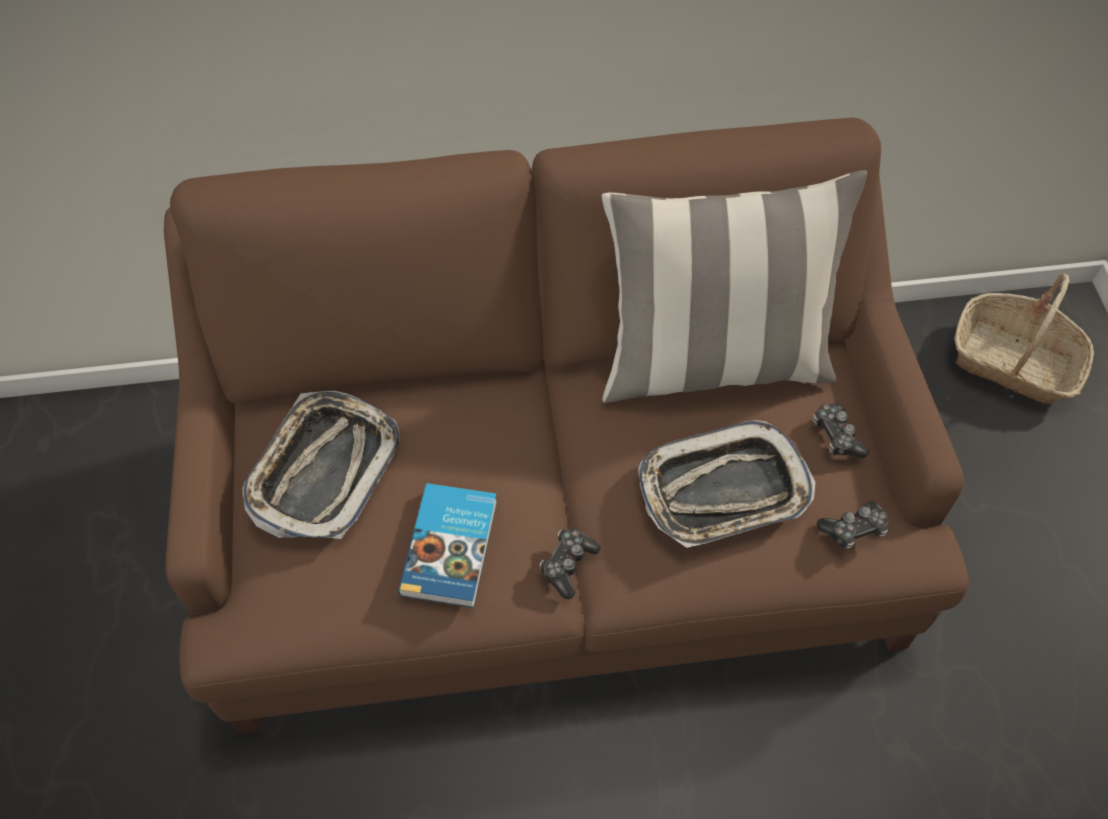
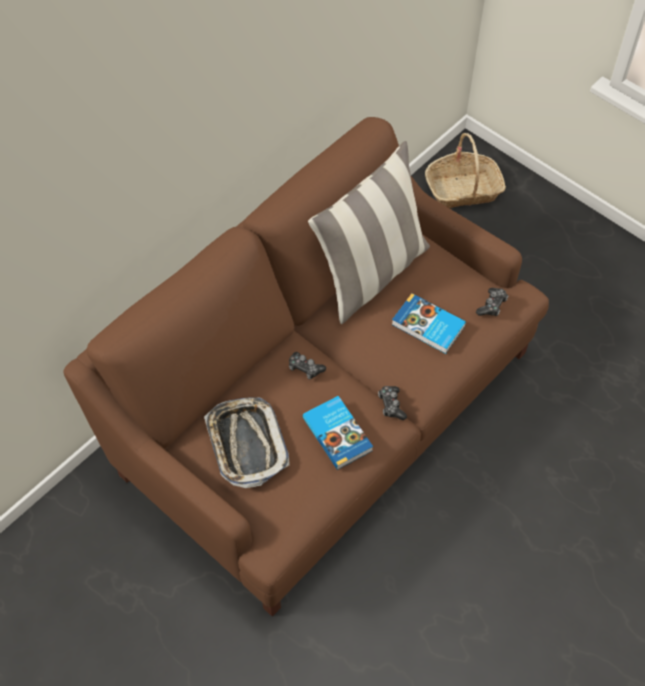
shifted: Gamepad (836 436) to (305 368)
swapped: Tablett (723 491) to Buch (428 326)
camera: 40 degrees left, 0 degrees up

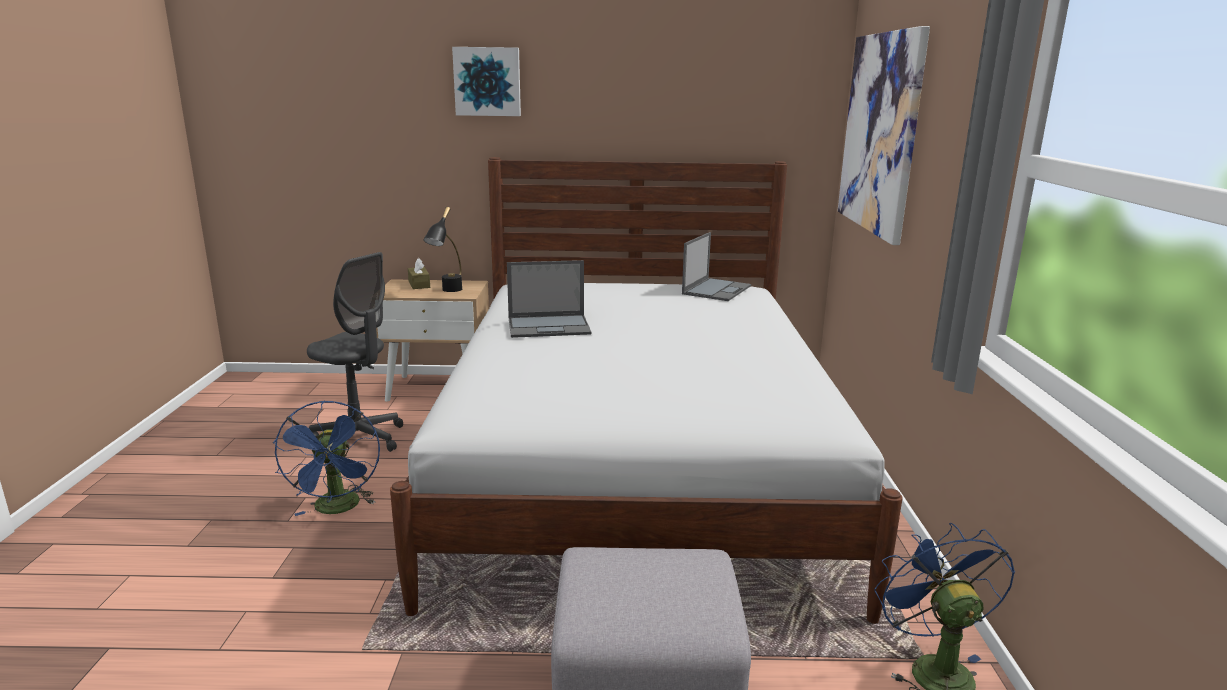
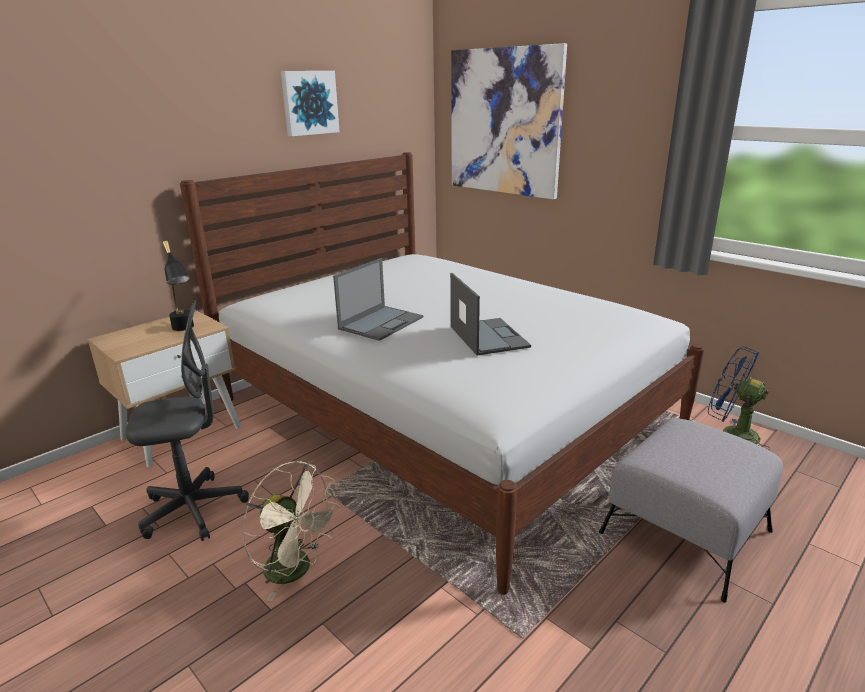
gone: Taschentuchbox (braun) (419 284)
shifted: Bild (487 81) to (309 103); Laptop (716 289) to (488 336)
repainted: Ventilator (blau) (338 509) to Ventilator (beige) (296 570)
camera: 45 degrees left, 5 degrees up

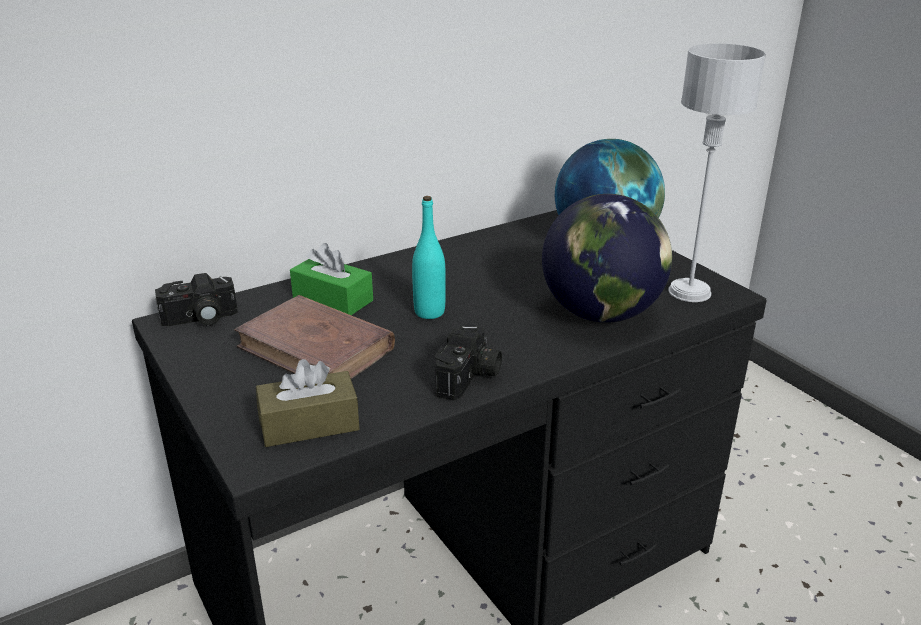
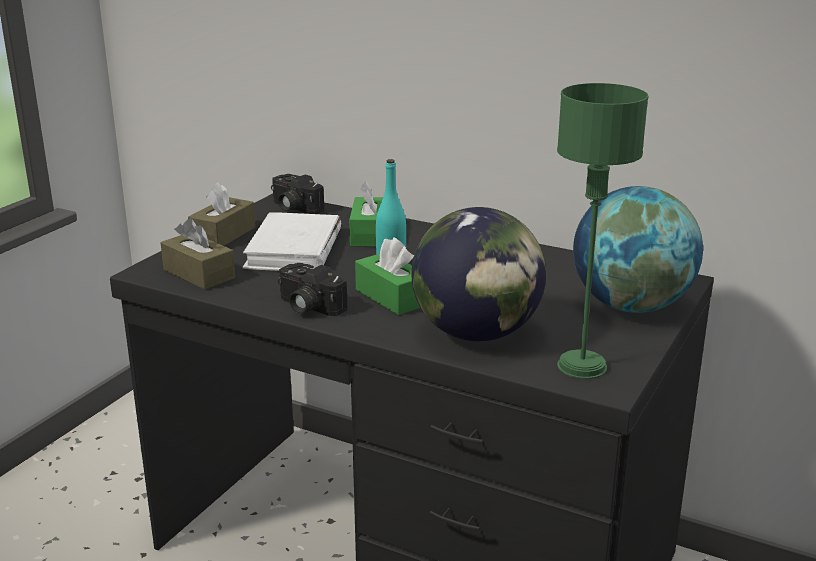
new: Taschentuchbox (braun) (223 235); Taschentuchbox (grün) (392 297)
repainted: Buch (braun) (316 348) to Buch (weiß) (294 249); Tischlampe (grau) (688 291) to Tischlampe (grün) (582 366)
rotated: Kamera (469 378) = (307 307) 45 degrees clockwise
camera: 60 degrees right, 5 degrees down

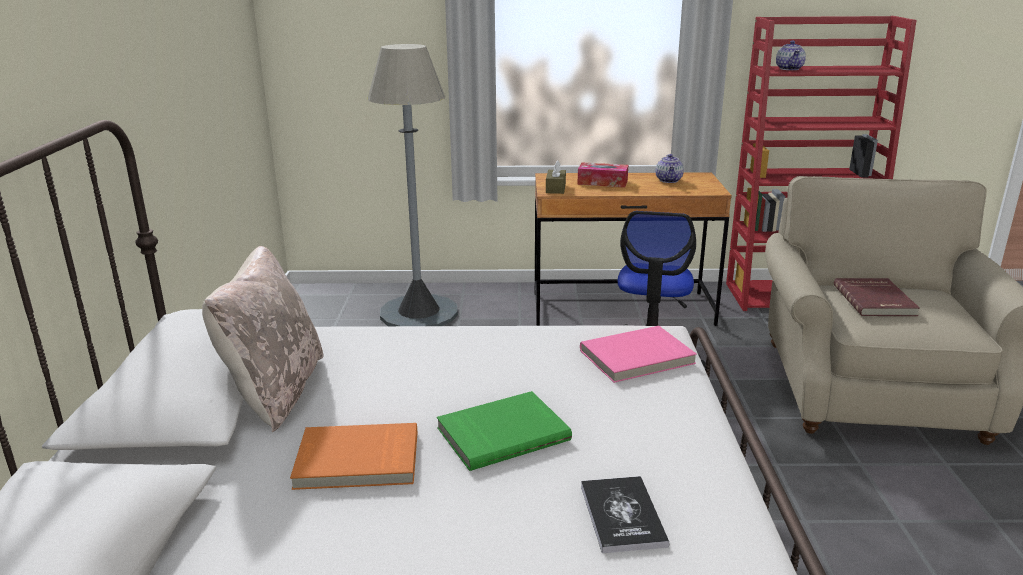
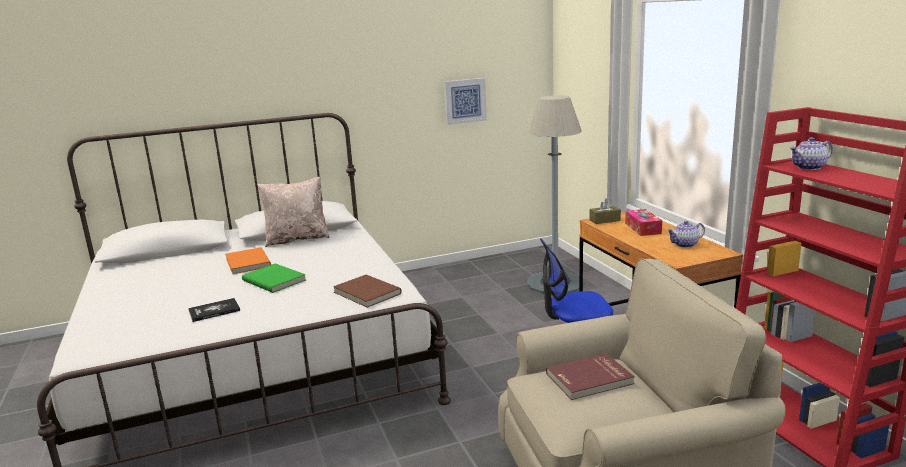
new: Bild (465 101)
repainted: Buch (rosa) (638 358) to Buch (braun) (366 293)
camera: 70 degrees right, 5 degrees down

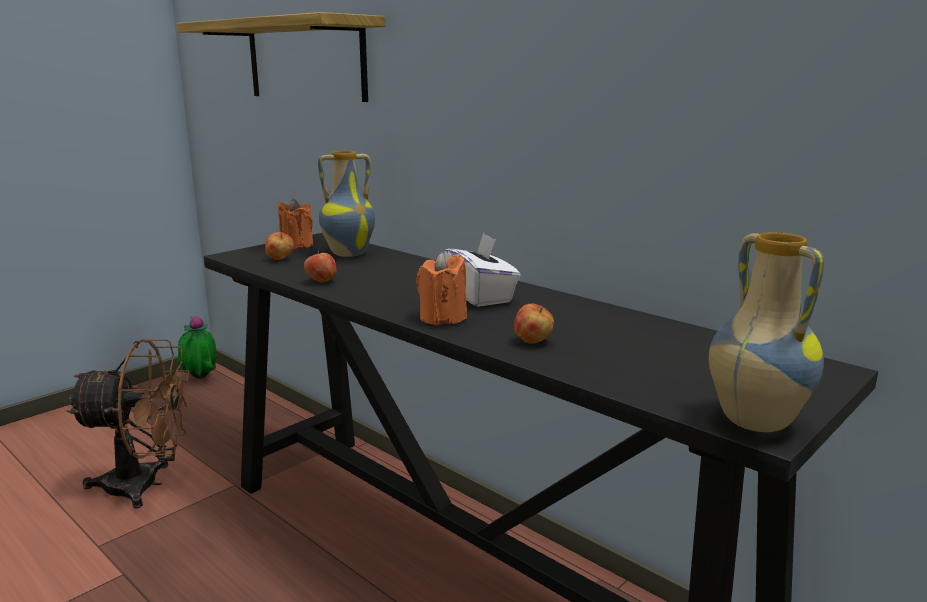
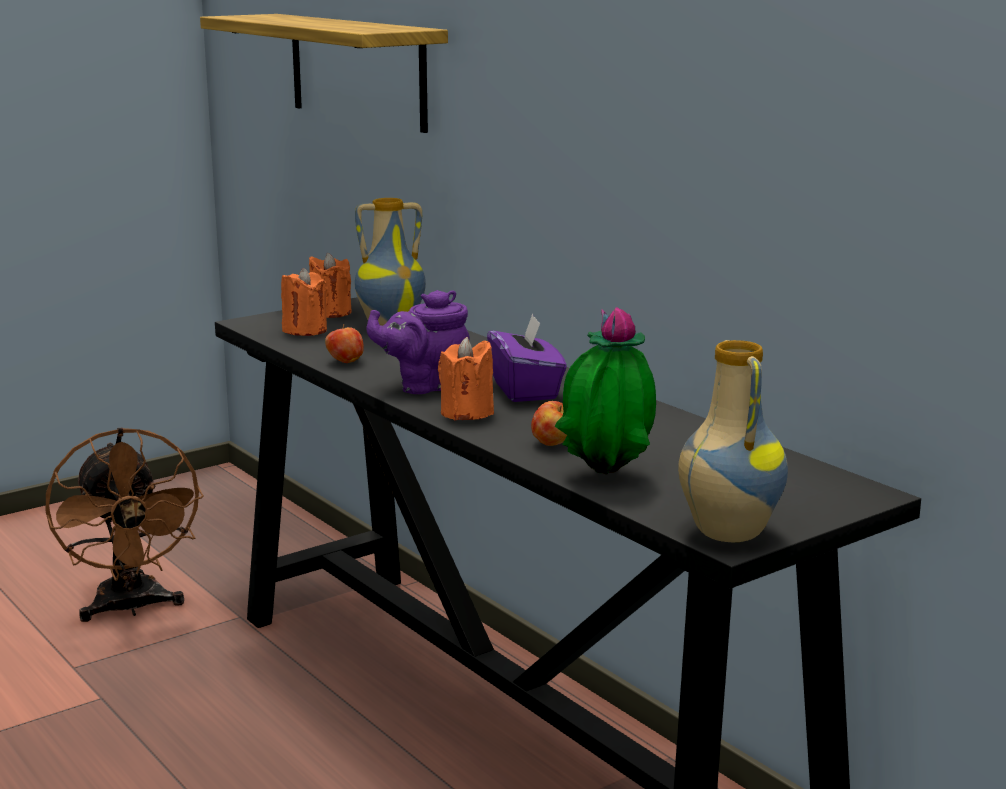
new: Teekanne (lila) (424 386)
shifted: Topfpflanze (200 380) to (605 477)
swapped: Apfel (280 259) to Kerze (orange) (305 330)
repainted: Taschentuchbox (weiß) (481 296) to Taschentuchbox (lila) (526 390)
rotated: Ventilator (braun) (145 485) = (131 608) 60 degrees clockwise
camera: 10 degrees right, 0 degrees up

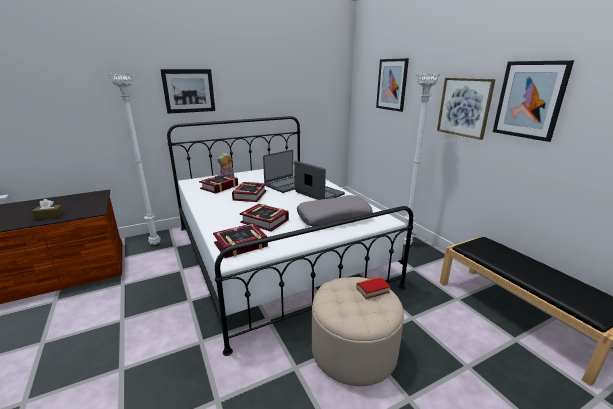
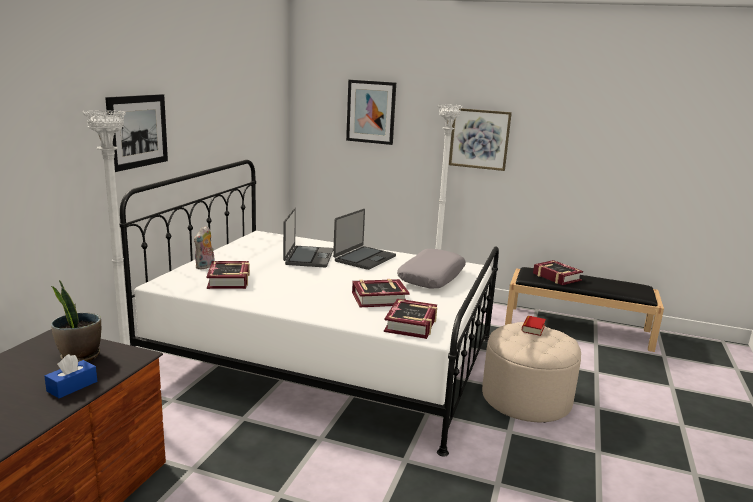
gone: Bild (529 100)
new: Topfpflanze (79 356)
shifted: Buch (249 195) to (556 277)
repainted: Taschentuchbox (braun) (49 216) to Taschentuchbox (blau) (72 386)
rotated: Laptop (319 193) = (364 258) 120 degrees clockwise
camera: 45 degrees left, 5 degrees down

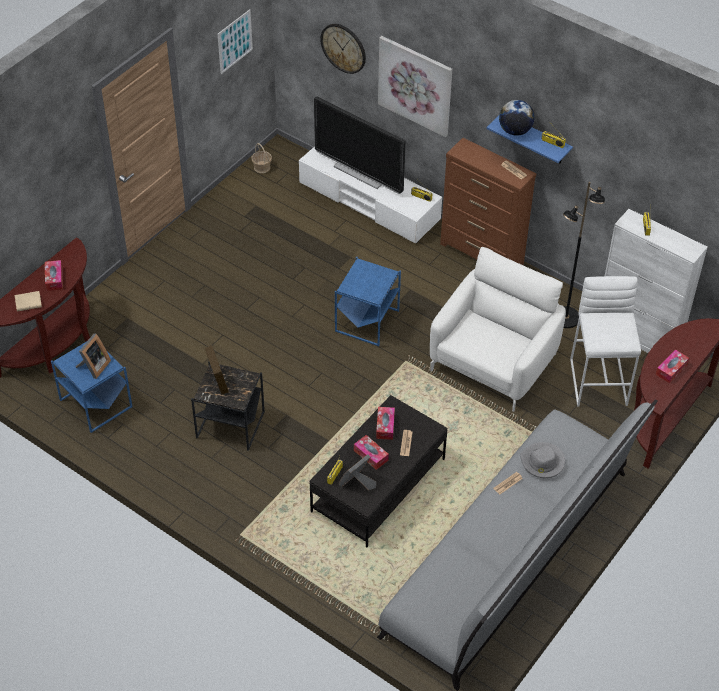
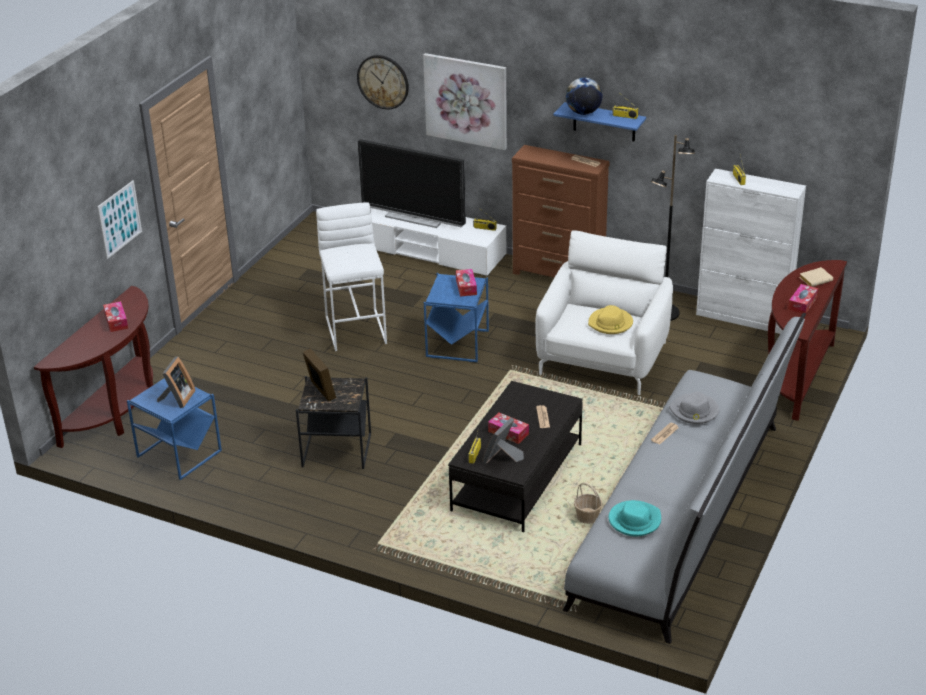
new: Hut (gelb) (610 323); Hut (türkis) (634 520)
shifted: Buch (beige) (29 302) to (816 279); Bild (235 41) to (119 219); Korb (262 167) to (587 517); Taschentuchbox (385 426) to (466 287); Hocker (weiß) (599 381) to (356 329)
camera: 10 degrees left, 15 degrees down

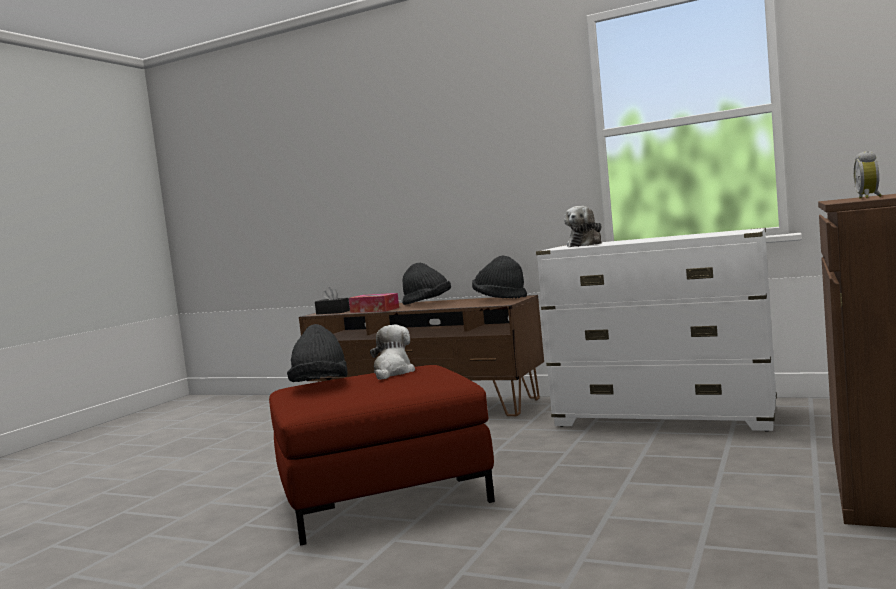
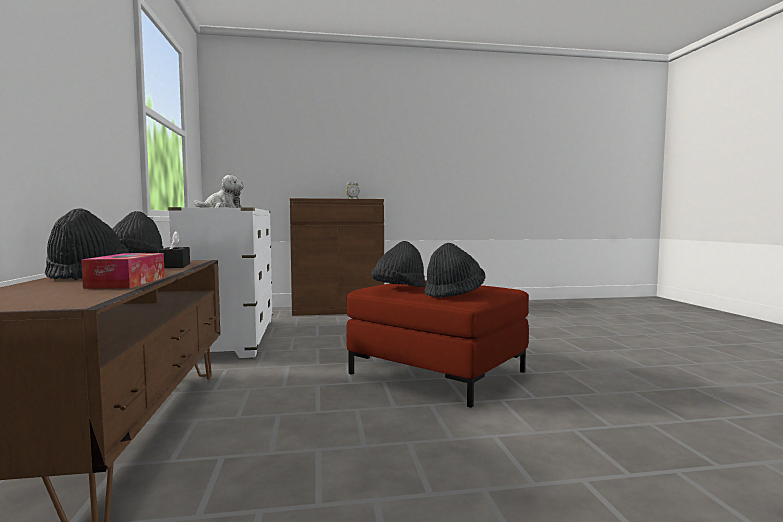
shifted: Taschentuchbox (schwarz) (333 312) to (175 266)
swapped: Plüschtier (392 373) to Hut (schwarz) (399 289)
camera: 125 degrees left, 0 degrees up

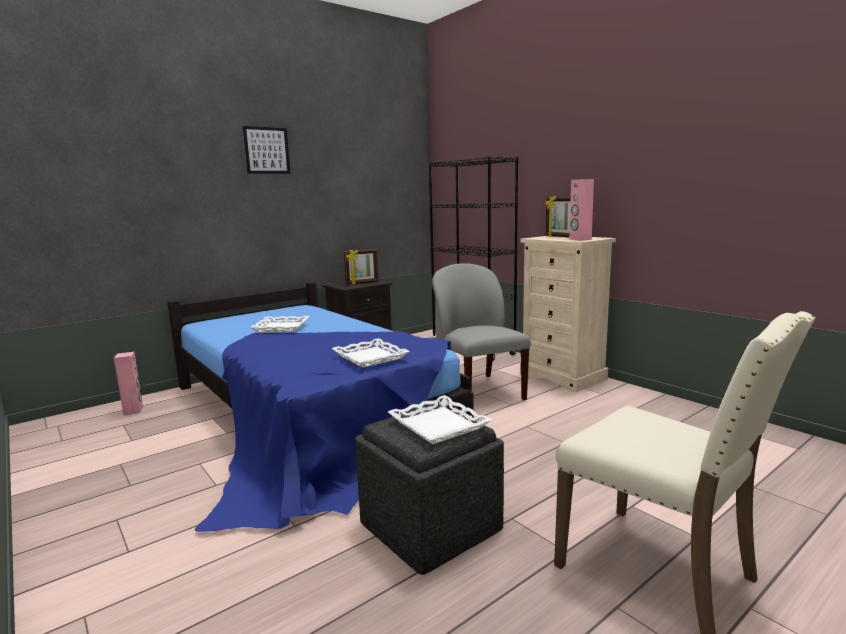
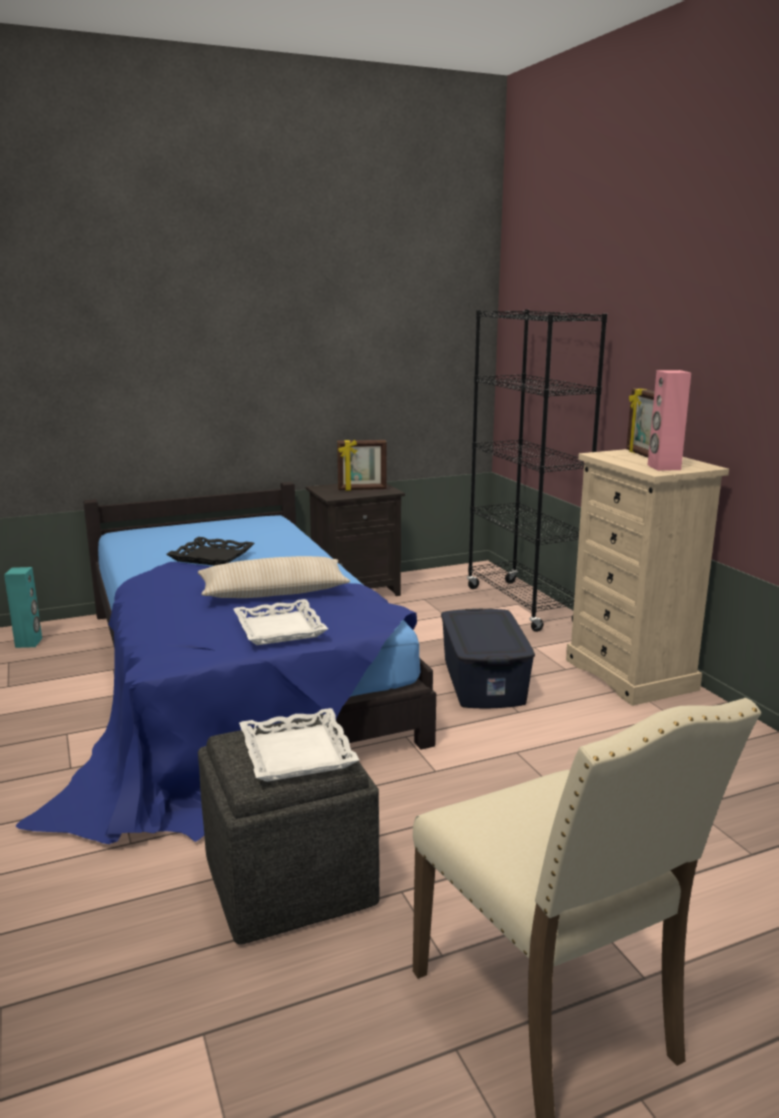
gone: Bild (267 150)
new: Kissen (beige) (274 592)
swapped: Stuhl (grau) (478 391) to Aufbewahrungsbox (blau) (484 681)
repainted: Lautsprecher (rosa) (133 410) to Lautsprecher (türkis) (29 643); Tablett (weiß) (281 327) to Tablett (schwarz) (212 556)
camera: 15 degrees right, 5 degrees up

